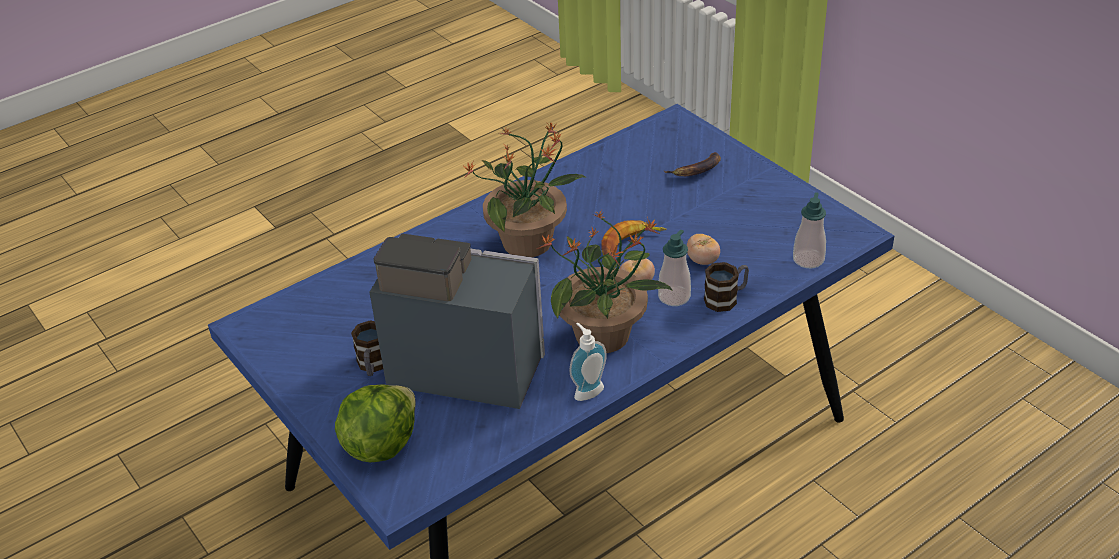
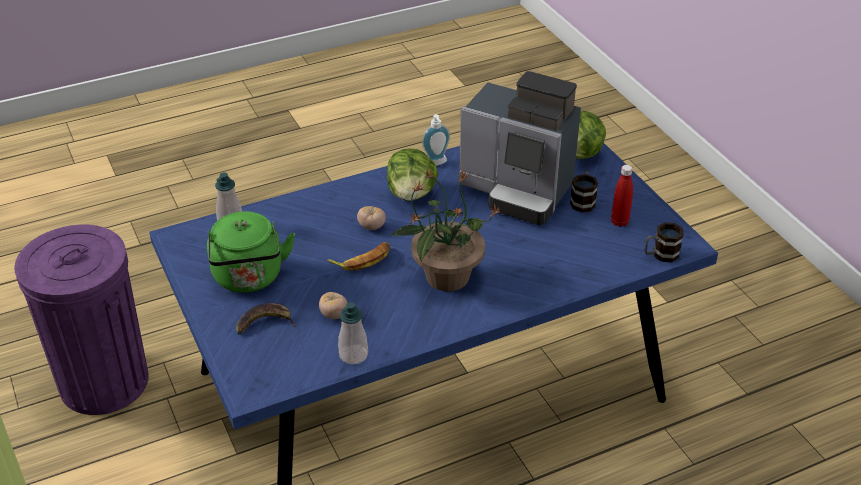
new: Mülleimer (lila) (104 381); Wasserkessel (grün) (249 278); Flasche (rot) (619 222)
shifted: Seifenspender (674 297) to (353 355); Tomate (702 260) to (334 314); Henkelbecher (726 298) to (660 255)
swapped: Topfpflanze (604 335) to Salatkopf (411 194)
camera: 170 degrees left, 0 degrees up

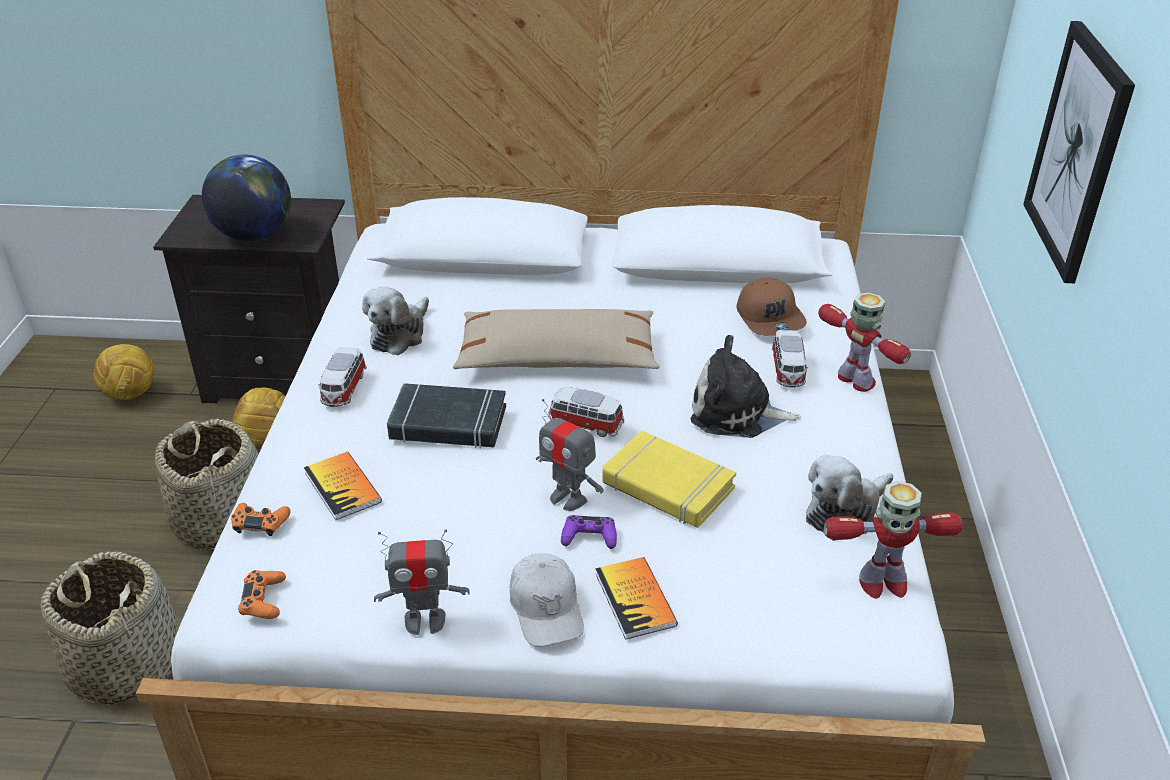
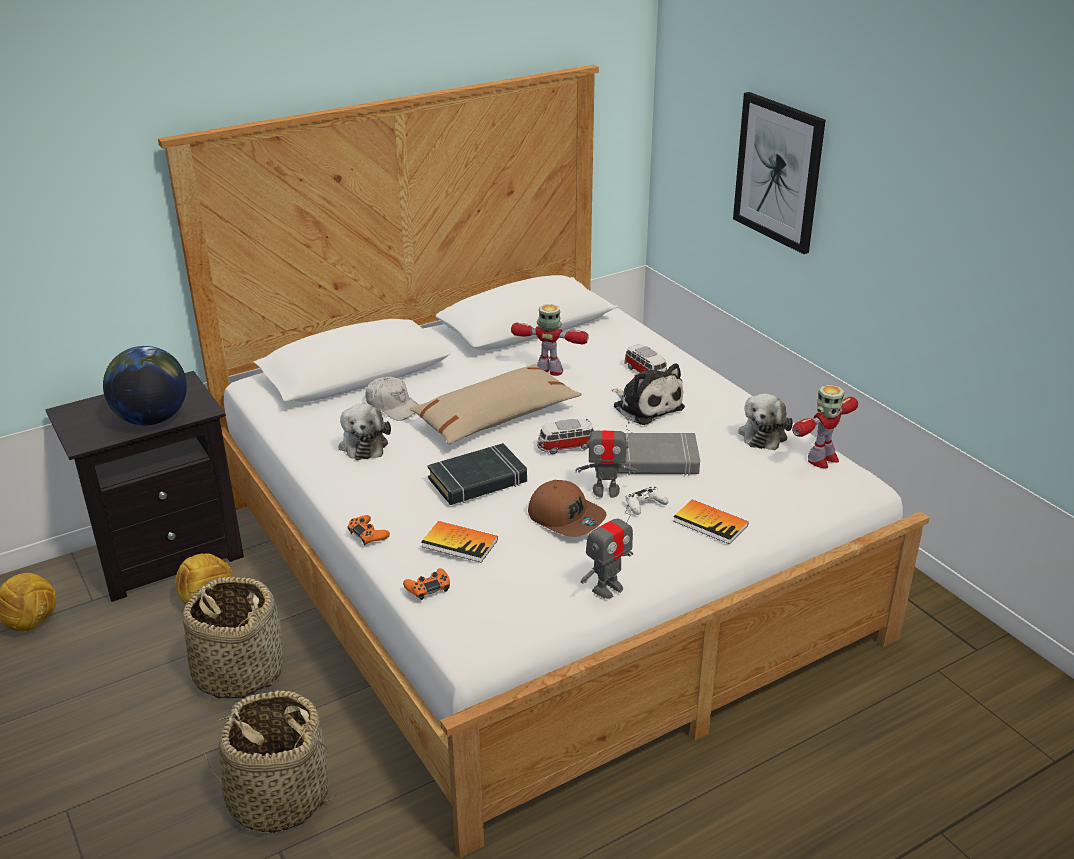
gone: Spielzeugauto (343 389)
shifted: Gamepad (orange) (263 600) to (368 534); Kappe (weiß) (546 608) to (393 406); Kappe (braun) (770 318) to (566 517); Spielzeugroboter (856 381) to (550 371)
repainted: Gamepad (lila) (589 537) to Gamepad (weiß) (645 505); Buch (gelb) (667 486) to Buch (grau) (655 460)
rotated: Plüschtier (736 413) = (646 406) 105 degrees counterclockwise
camera: 35 degrees left, 5 degrees down

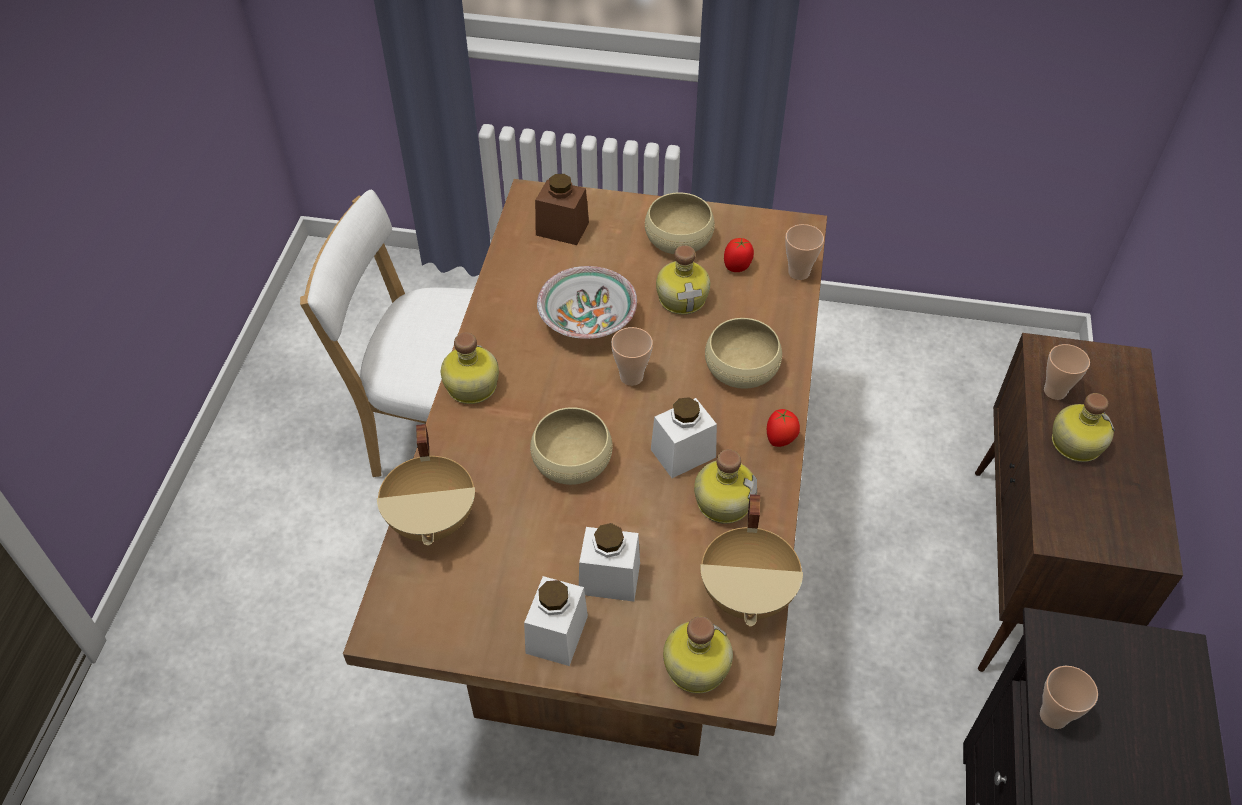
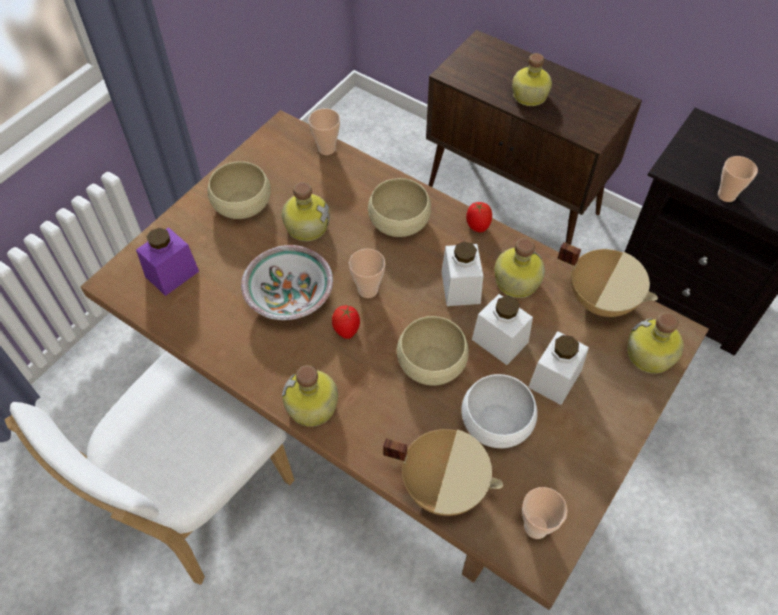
new: Schüssel (weiß) (496 421)
shifted: Vorratsglas (weiß) (557 634) to (500 341); Tomate (737 267) to (346 330); Tasse (1055 391) to (536 527)
repainted: Vorratsglas (braun) (562 229) to Vorratsglas (lila) (172 274)
camera: 65 degrees left, 5 degrees up

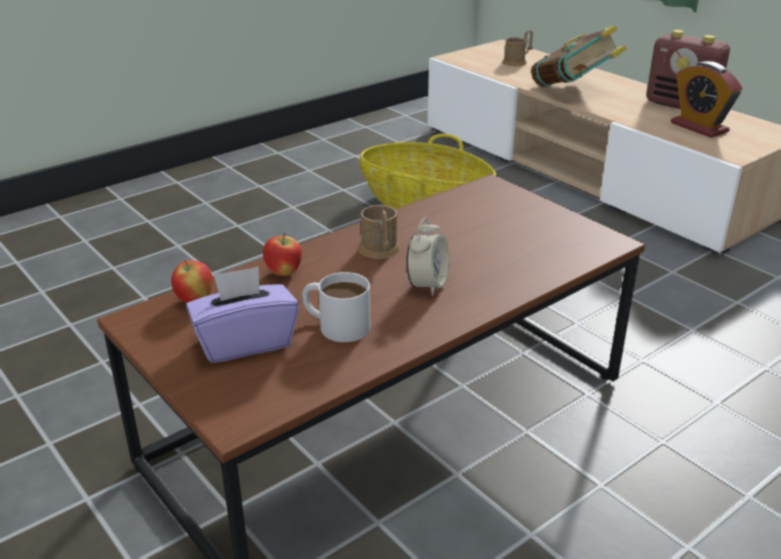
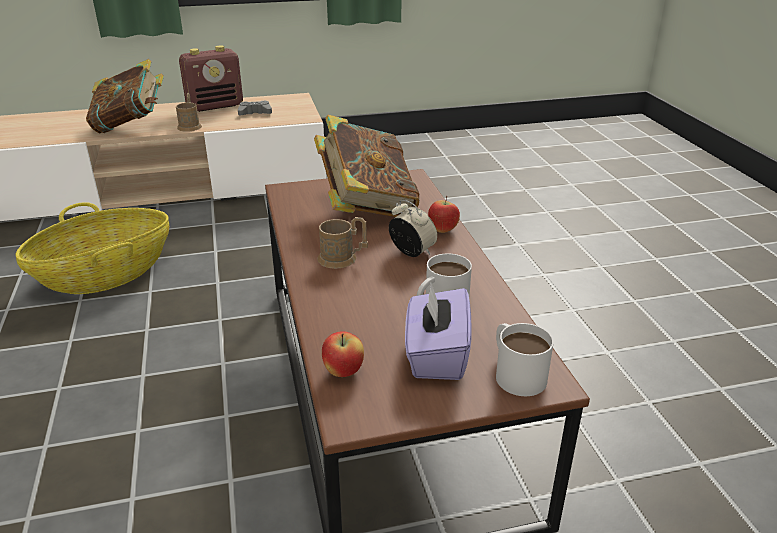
new: Buch (366 207); Henkelbecher (weiß) (515 372)
shifted: Apfel (283 273) to (442 230); Henkelbecher (braun) (517 62) to (190 125)
swapped: Wecker (699 127) to Gamepad (grau) (255 113)
camera: 65 degrees left, 0 degrees up

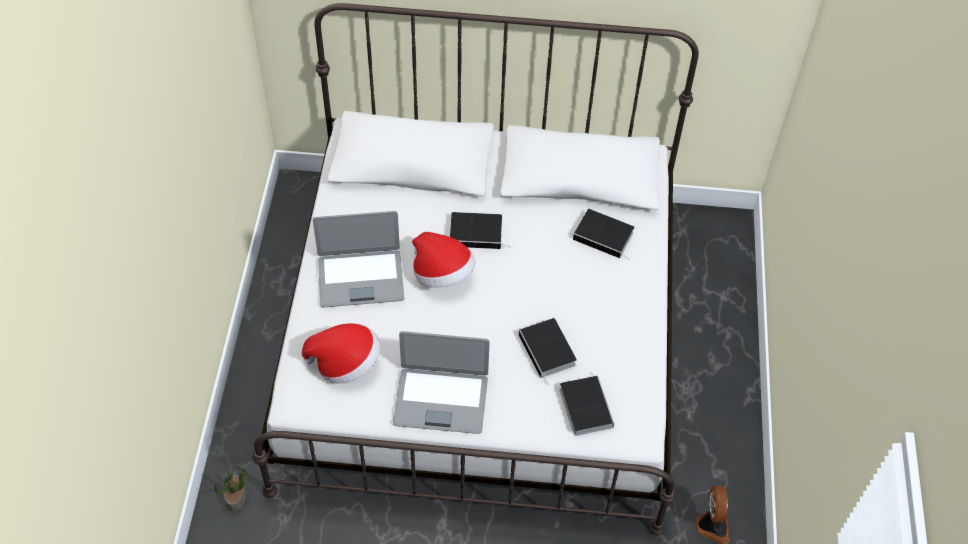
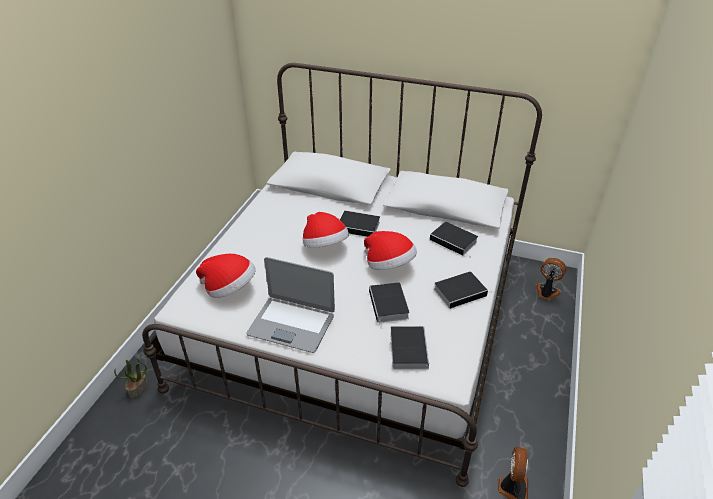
gone: Laptop (360 278)
new: Hut (389 265); Buch (461 291); Ventilator (546 293)
camera: 15 degrees right, 15 degrees down

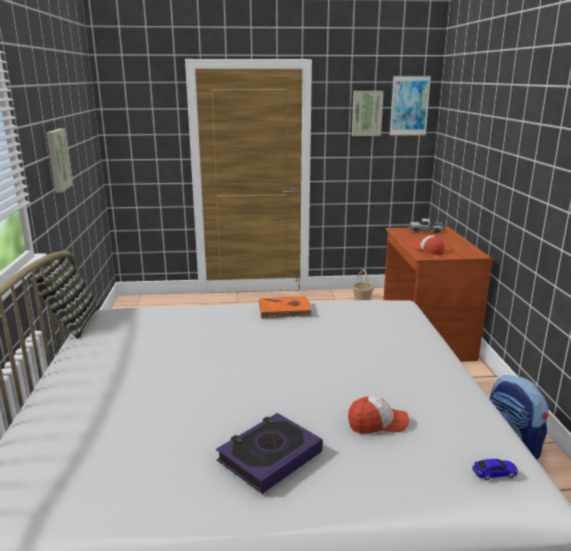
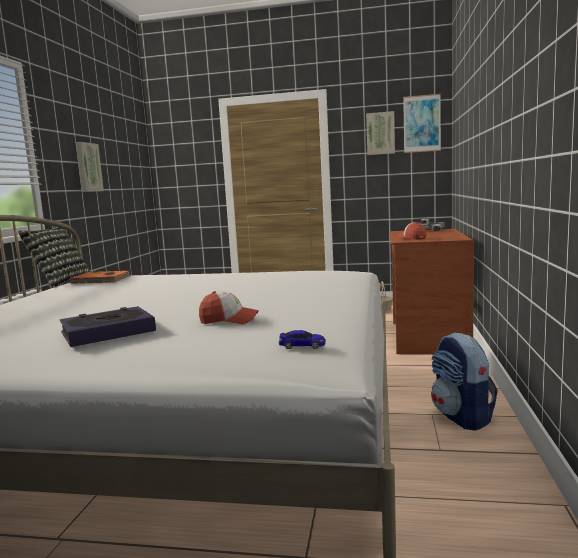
shifted: Buch (orange) (285 310) to (101 280)
camera: 15 degrees right, 10 degrees down

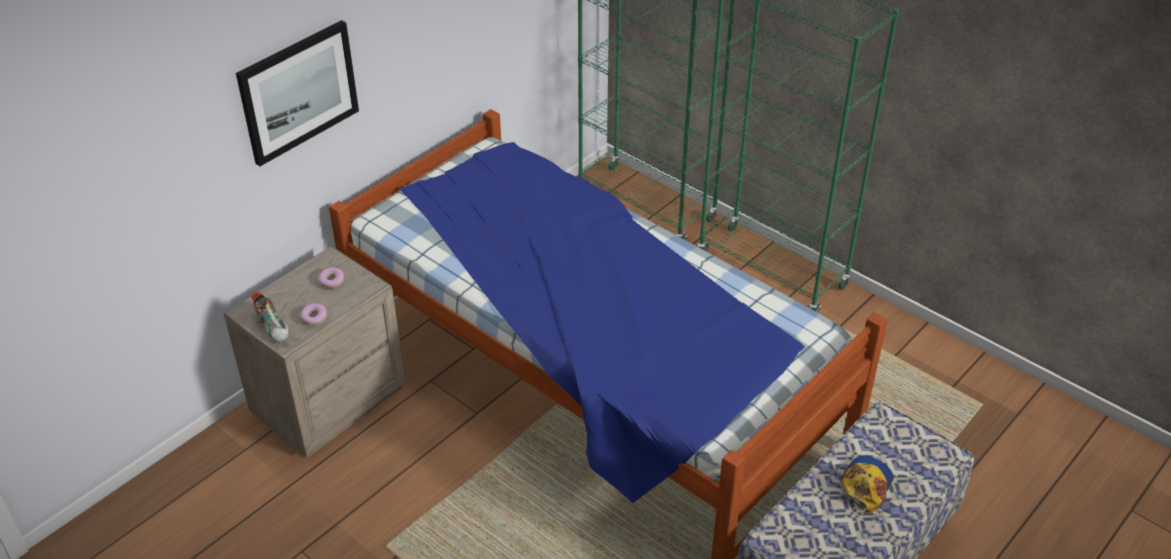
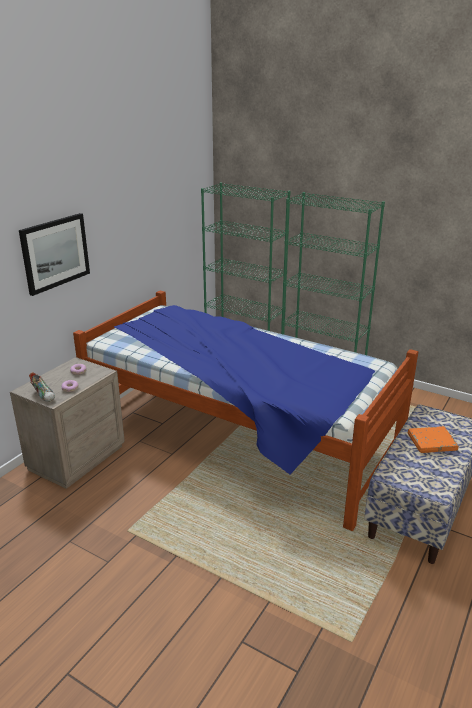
swapped: Kappe (866 485) to Buch (orange) (431 442)
camera: 10 degrees left, 15 degrees down

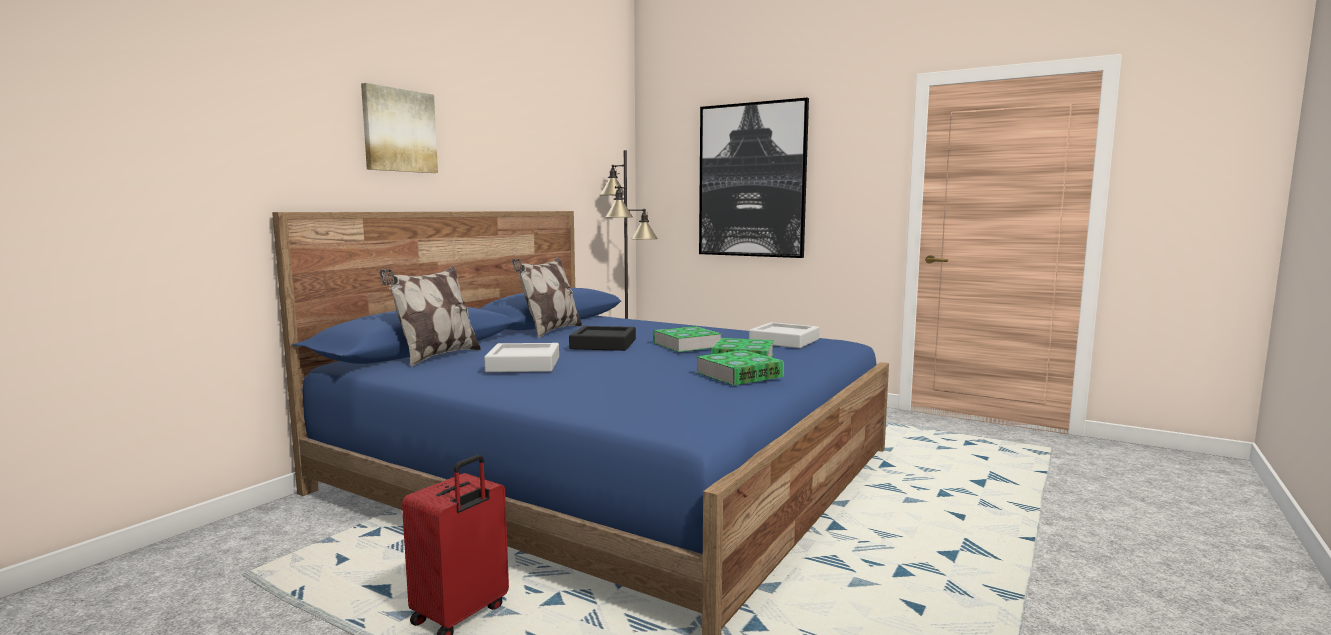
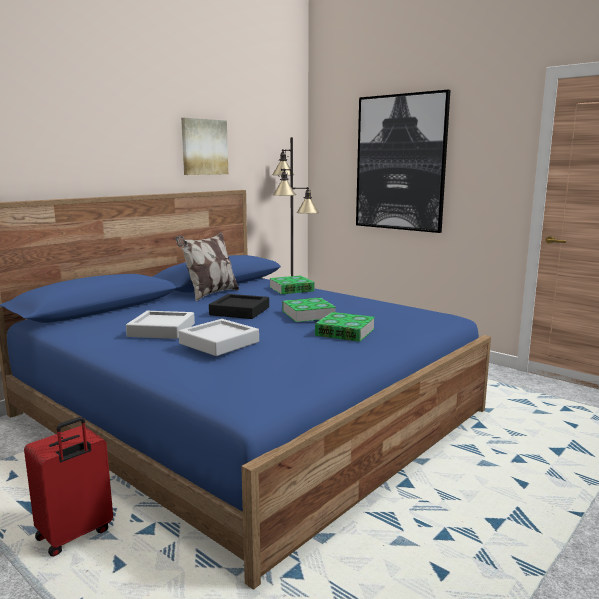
gone: Kissen (436 356)
shifted: Bild (399 130) to (204 147); Buch (739 374) to (291 289); Tablett (grau) (784 341) to (219 343)
camera: 10 degrees right, 5 degrees up

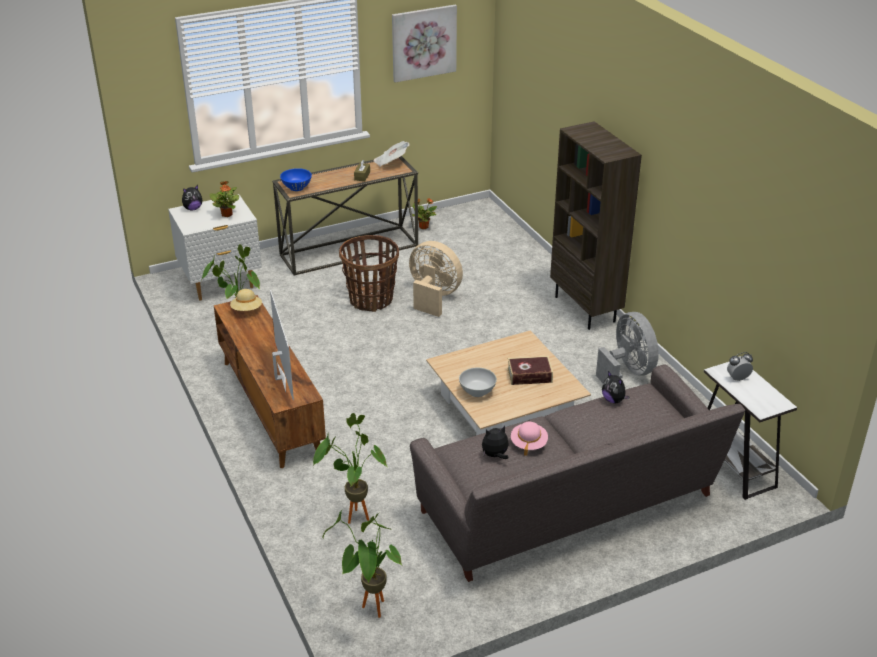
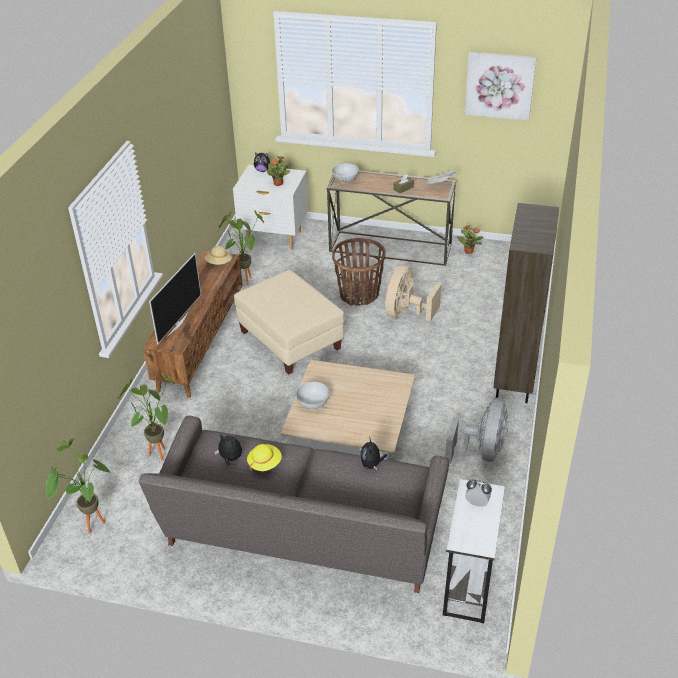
gone: Buch (529 375)
new: Polsterhocker (beige) (290 341)
repainted: Schüssel (blau) (296 187) to Schüssel (weiß) (345 180); Hut (rosa) (528 443) to Hut (gelb) (264 463)
rotated: Ventilator (beige) (433 297) = (406 313) 135 degrees counterclockwise
camera: 40 degrees right, 5 degrees up

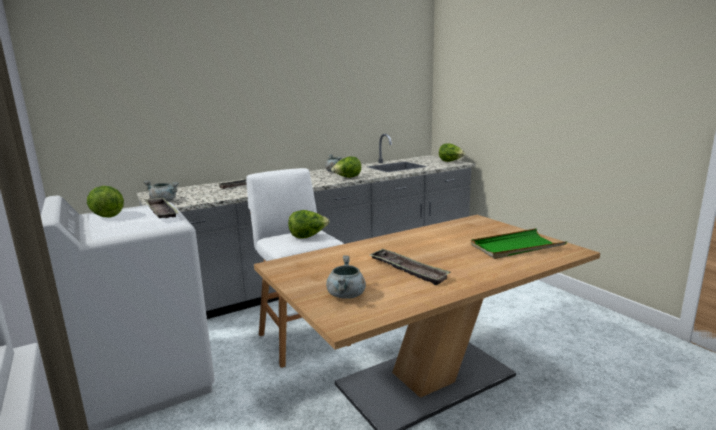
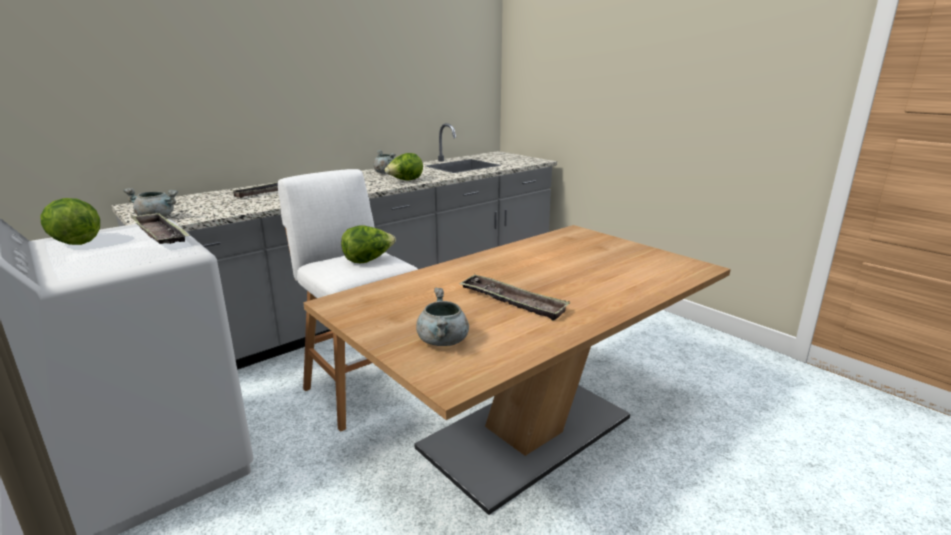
gone: Salatkopf (450 161); Tablett (grün) (516 247)
camera: 10 degrees left, 5 degrees up

